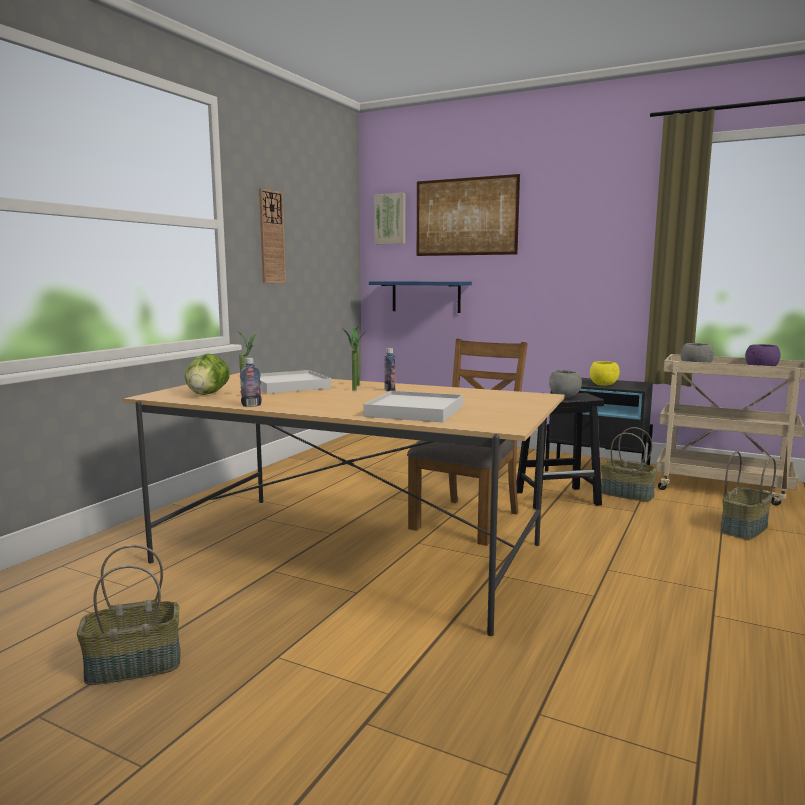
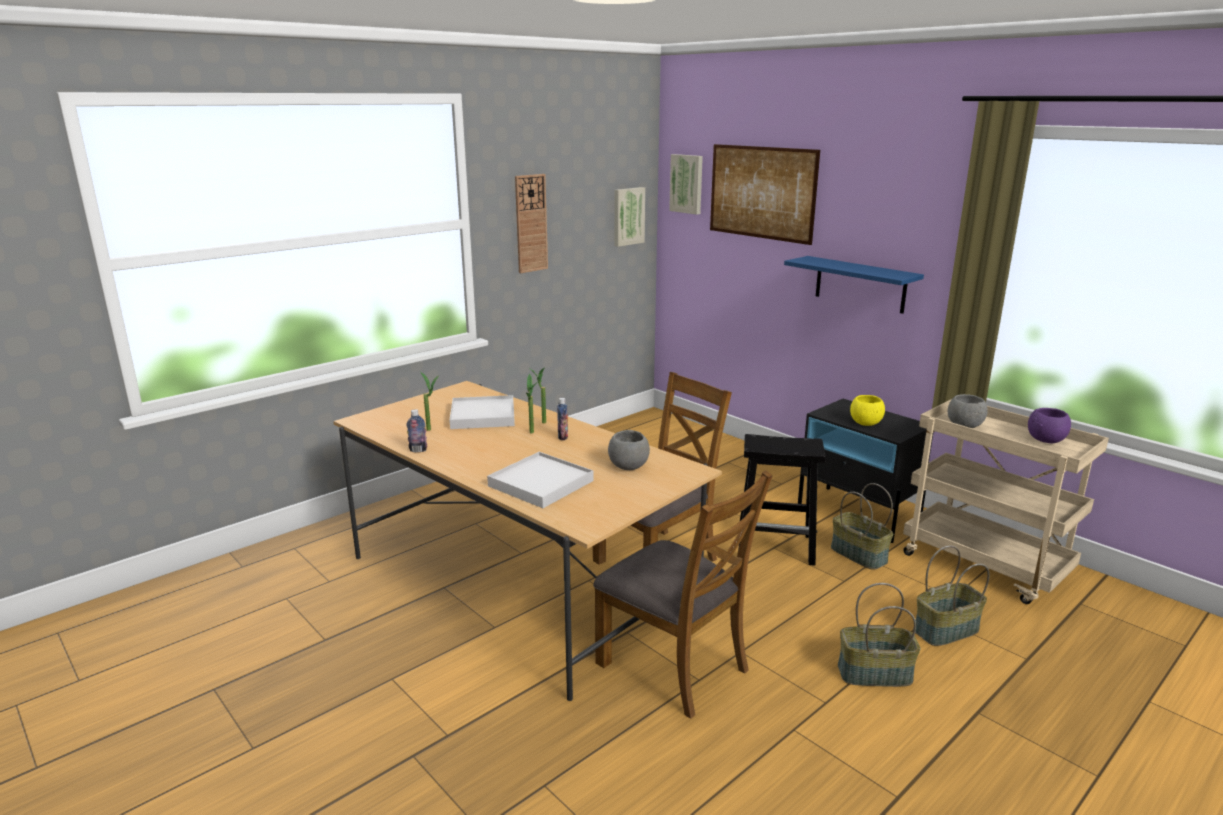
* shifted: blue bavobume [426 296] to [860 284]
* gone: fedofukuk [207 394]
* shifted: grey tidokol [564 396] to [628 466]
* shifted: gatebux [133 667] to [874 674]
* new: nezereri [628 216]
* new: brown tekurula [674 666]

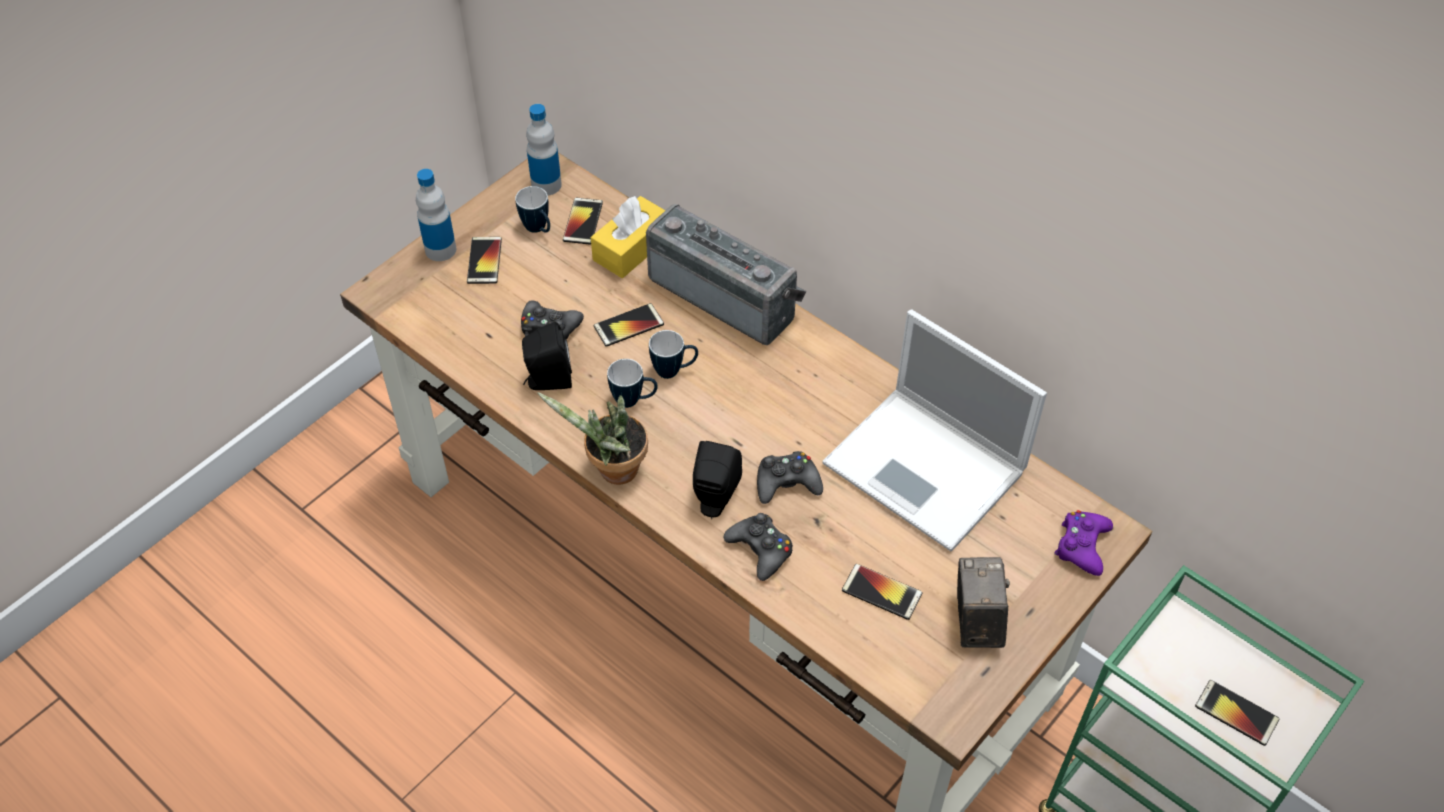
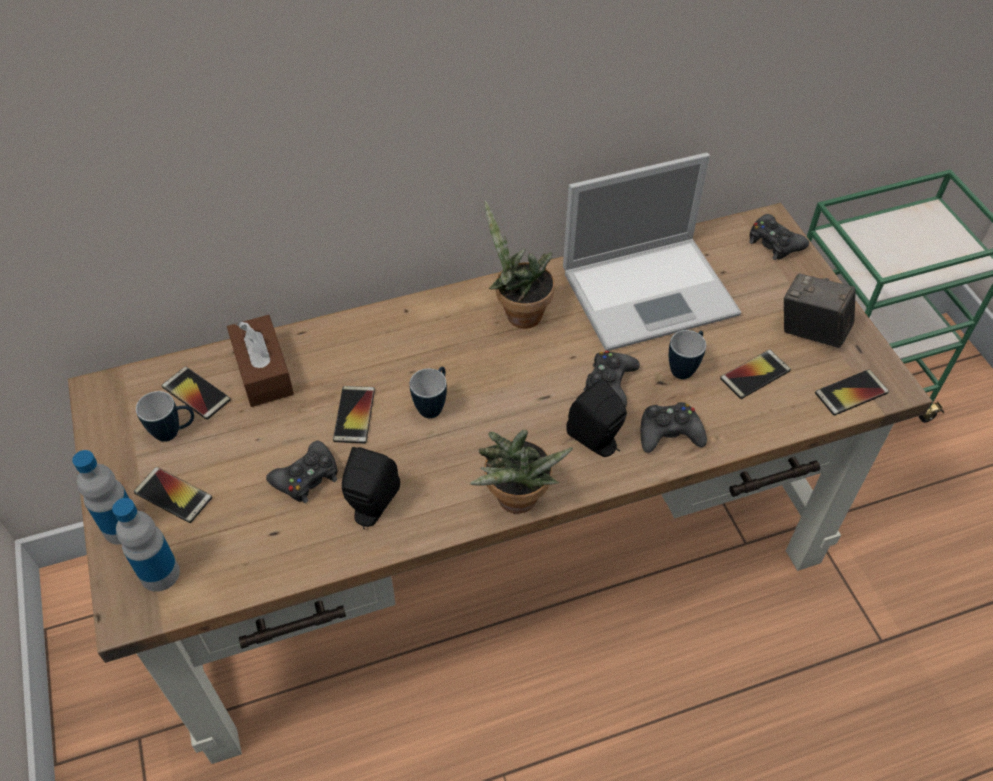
* shifted: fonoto [546 185] to [160 573]
* repainted: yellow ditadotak [632 248] to brown ditadotak [263 371]
* gone: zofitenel [726 295]
* shifted: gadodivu [634 401] to [685 367]
* repainted: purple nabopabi [1082 546] to black nabopabi [774 243]
* shifted: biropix [1236 713] to [851 393]
* new: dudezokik [518 314]

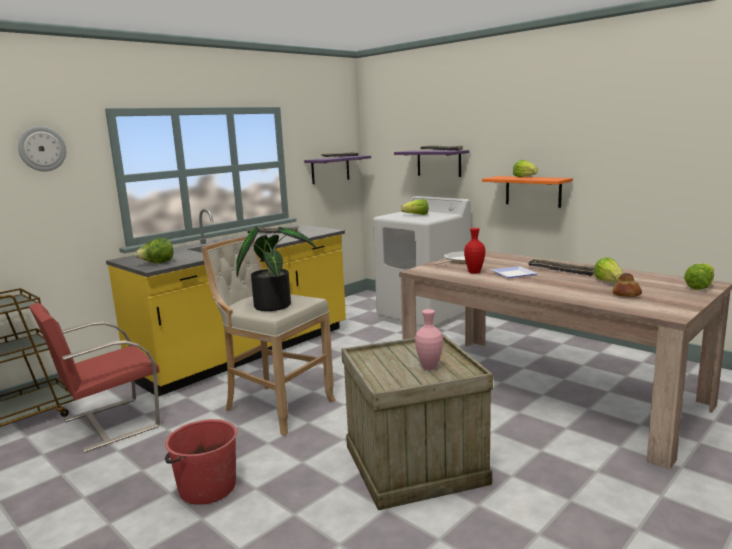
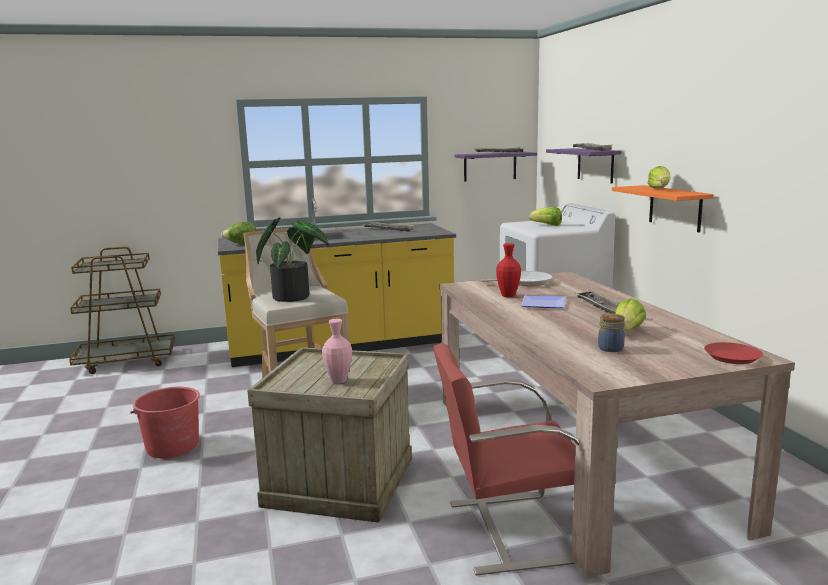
* gone: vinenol [42 149]
* swapped: fedofukuk [699 286] to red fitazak [731 357]
* swapped: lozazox [626 295] to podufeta [610 348]
* shifted: red tekurula [109 424] to [508 530]

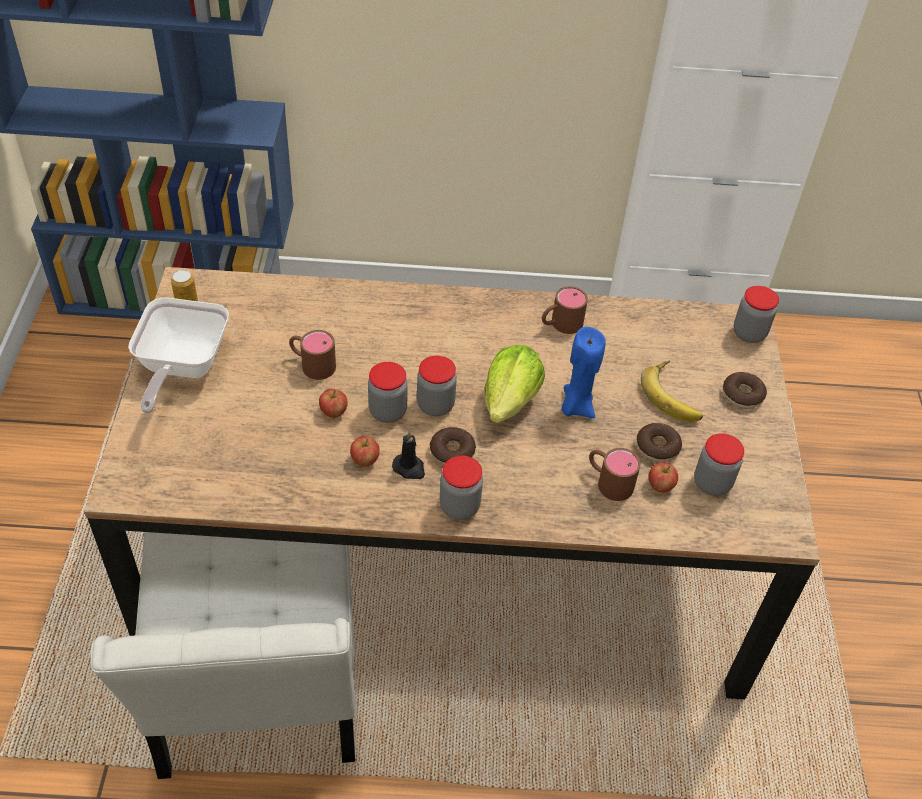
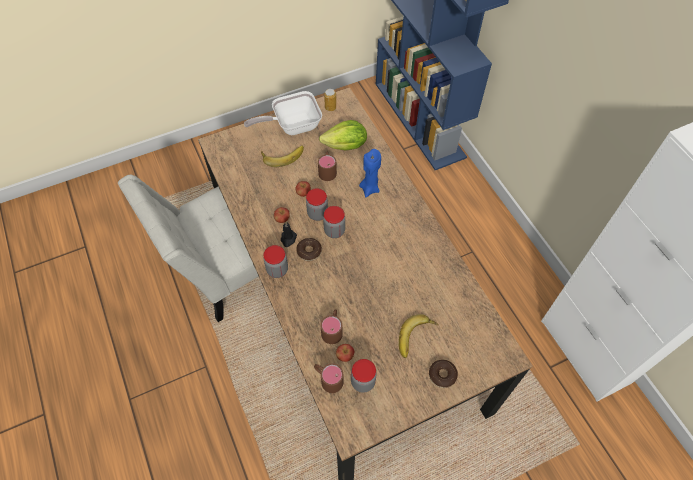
* shifted: brown gadodivu [560 324] to [328 379]
* gone: podufeta [749 333]
* shifted: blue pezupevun [576 407] to [369 188]
* shifted: fedofukuk [510 401] to [346 146]
* gone: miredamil [657 447]
* new: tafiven [282 155]

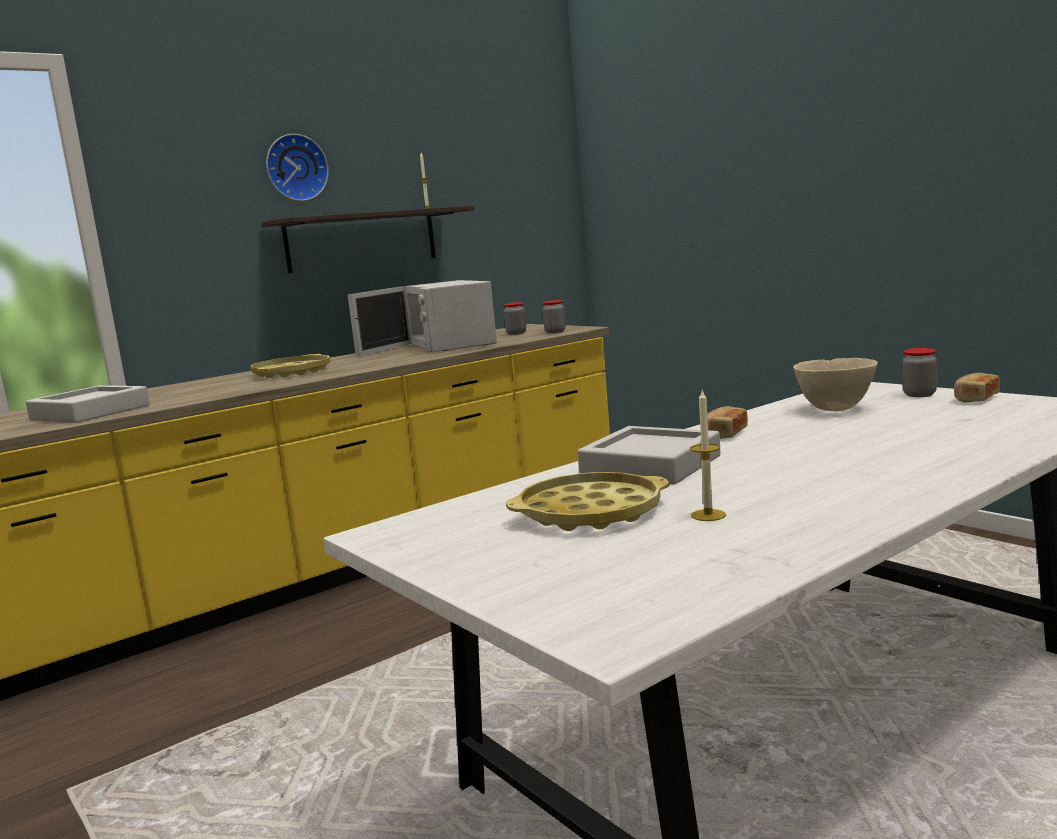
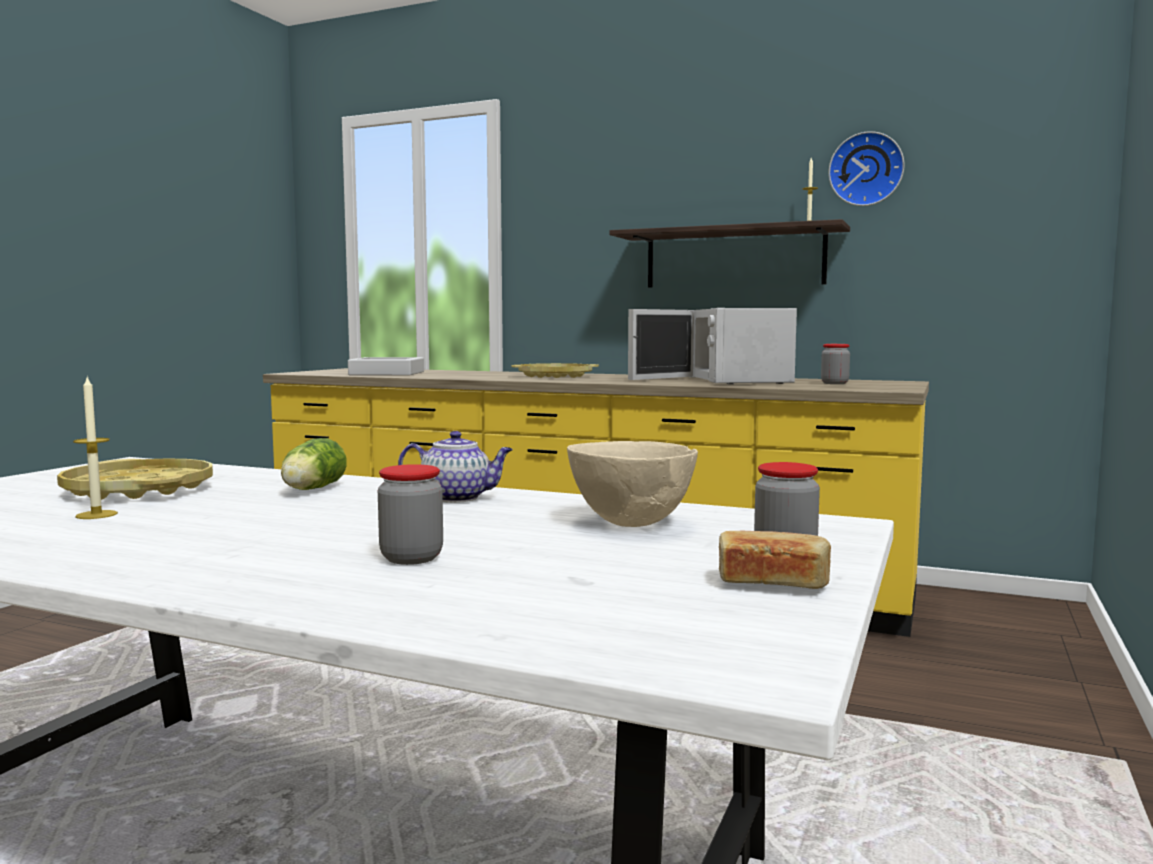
* shifted: vinenol [295 168] to [866 170]
* rotated: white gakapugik [444 345] = [731 380] 45 degrees counterclockwise
* shifted: podufeta [555 332] to [411 558]
* swapped: lozazox [724 434] to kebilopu [457 498]
* swapped: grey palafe [650 465] to fedofukuk [311 490]

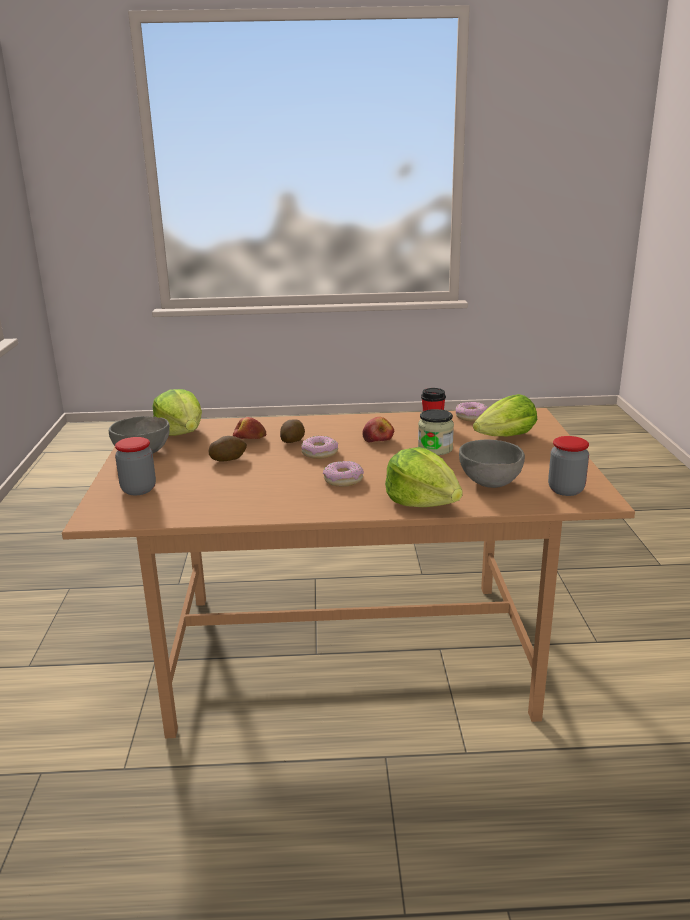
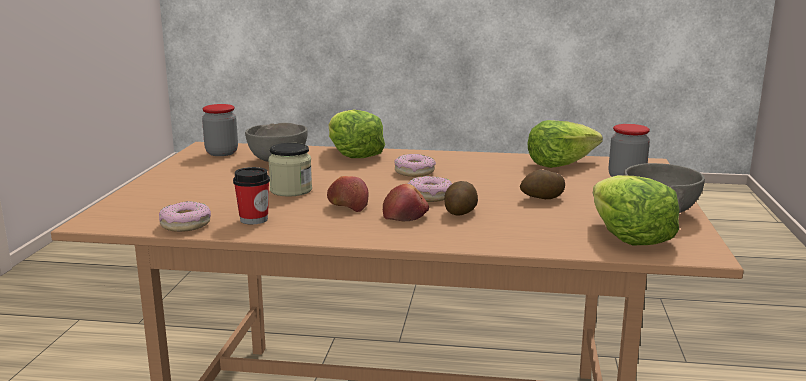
* shifted: fedofukuk [505 437] to [560 163]
* shifted: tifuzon [249 439] to [406 215]

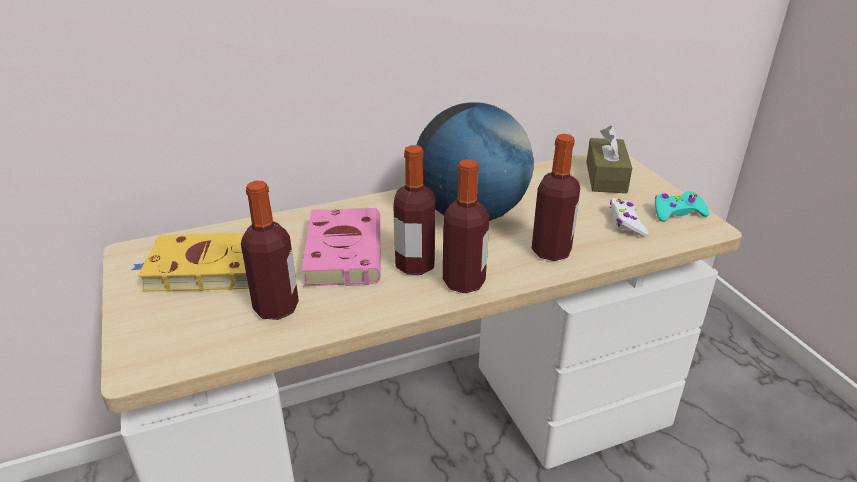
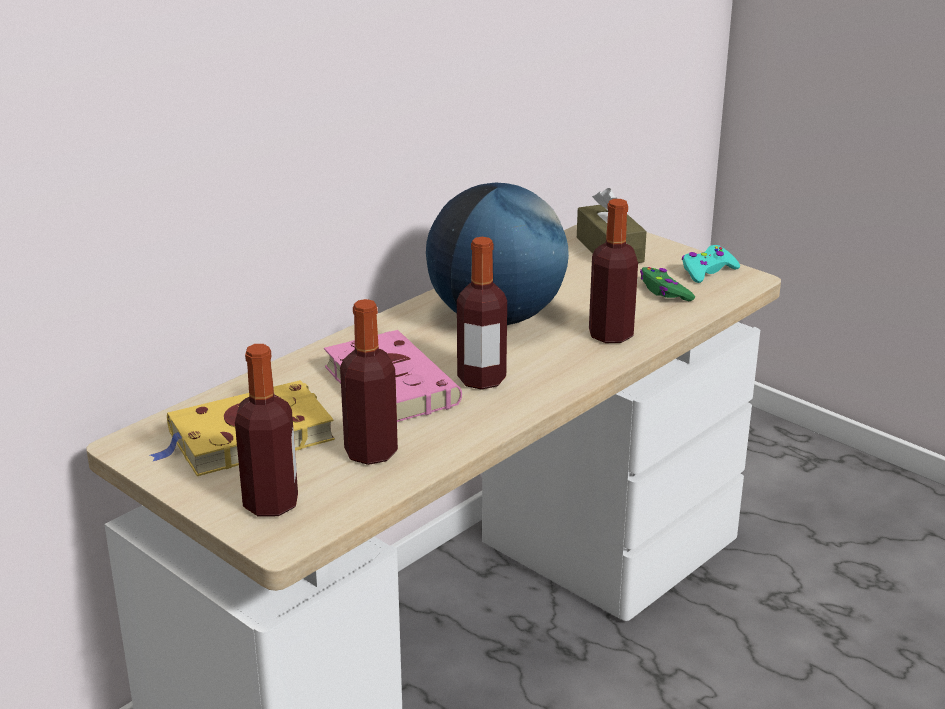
* shifted: fonoto [464 282] to [271 503]
* repainted: white nabopabi [626 223] to green nabopabi [664 291]

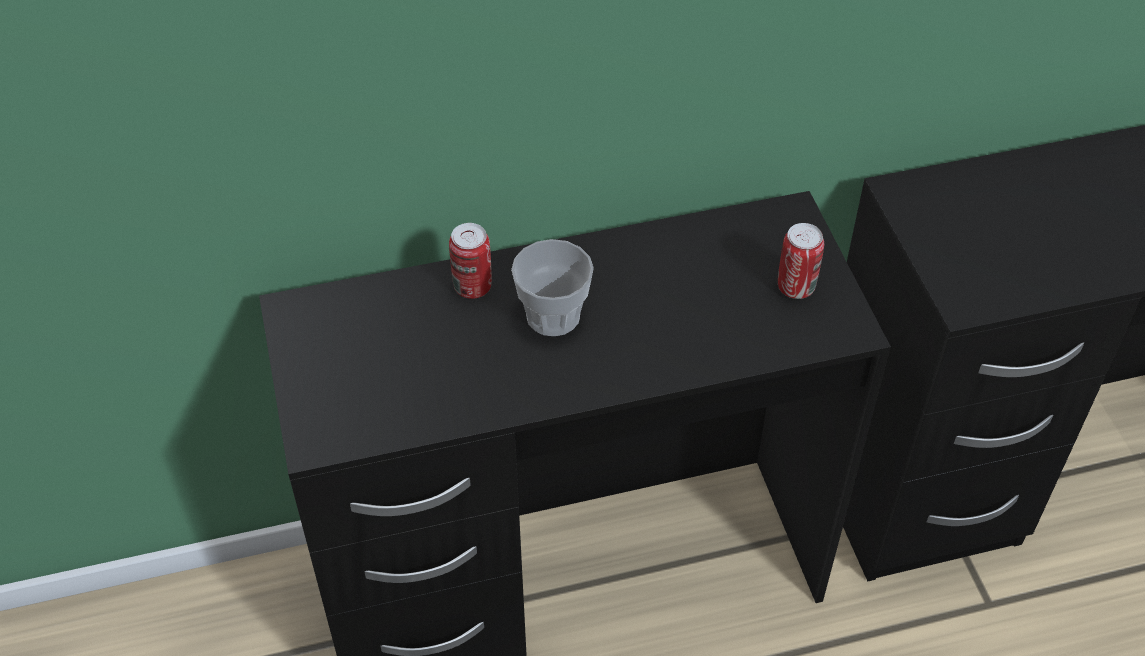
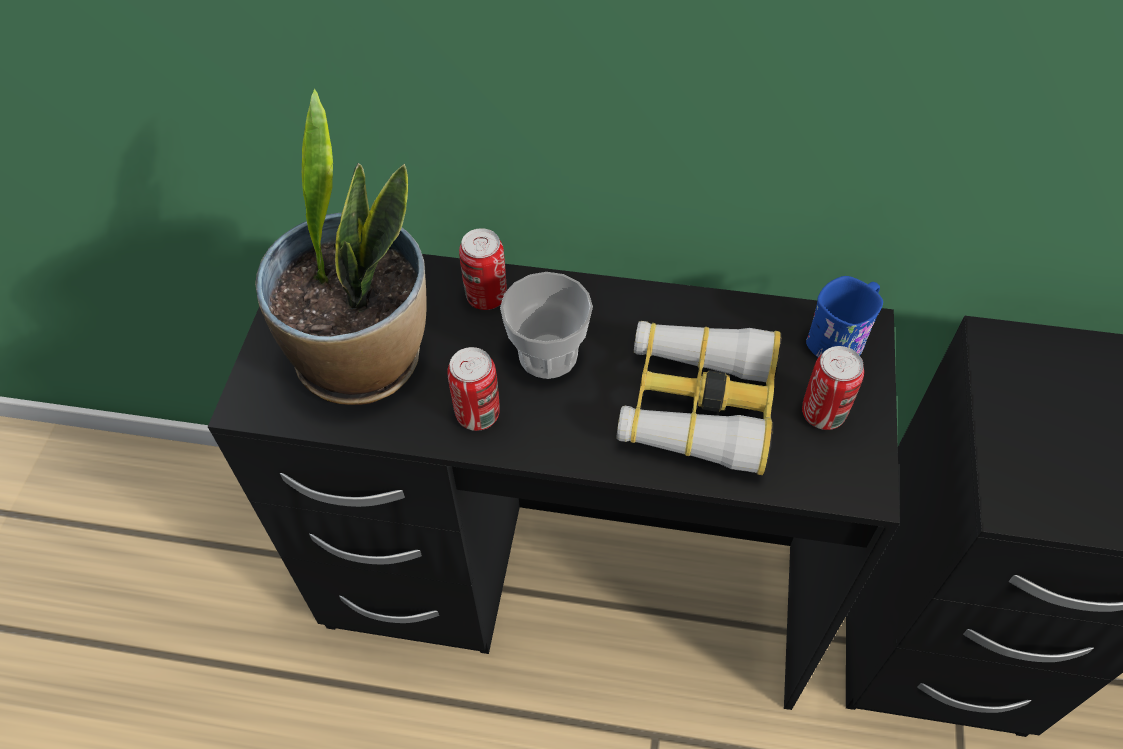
* new: dudezokik [364 359]
* new: blue gadodivu [841 338]
* new: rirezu [697 405]
* new: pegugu [477 414]

